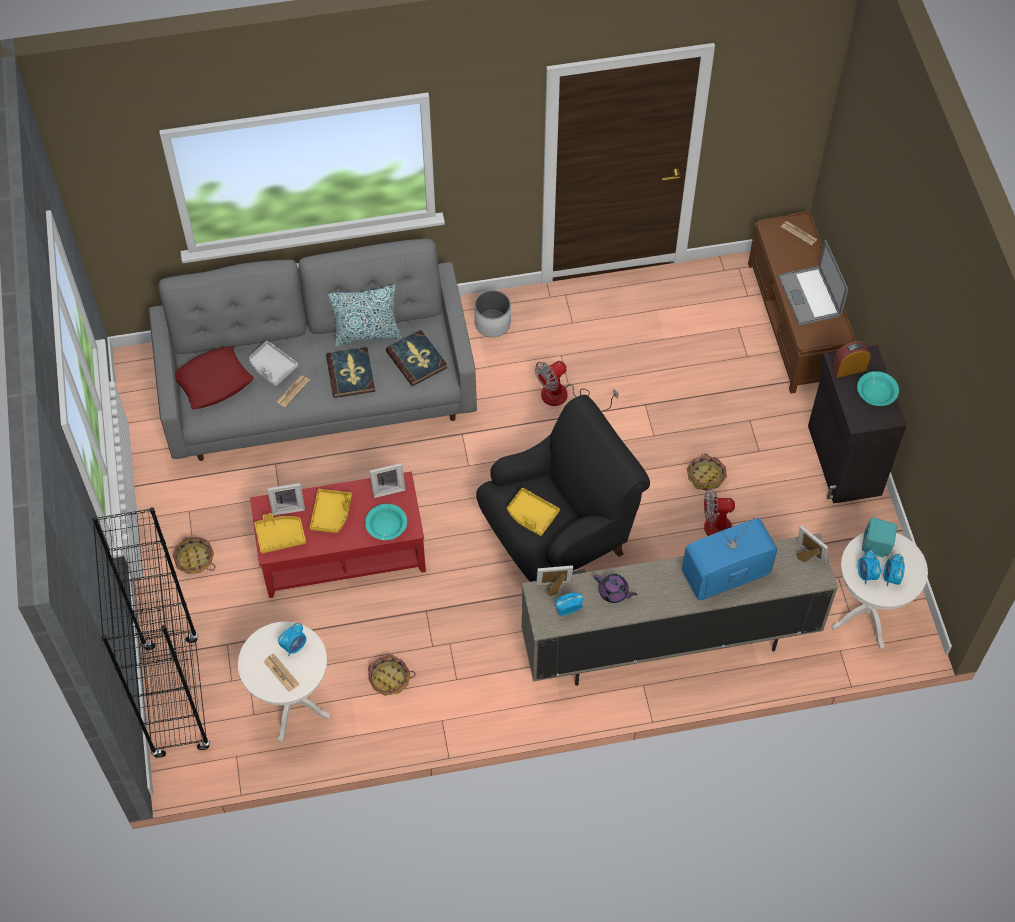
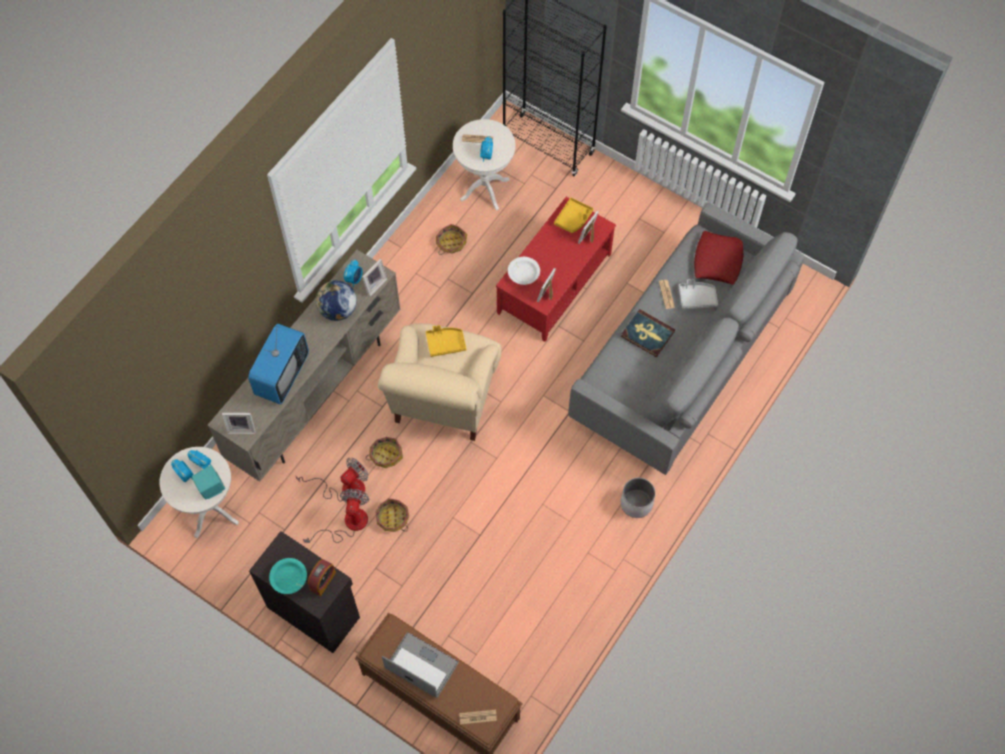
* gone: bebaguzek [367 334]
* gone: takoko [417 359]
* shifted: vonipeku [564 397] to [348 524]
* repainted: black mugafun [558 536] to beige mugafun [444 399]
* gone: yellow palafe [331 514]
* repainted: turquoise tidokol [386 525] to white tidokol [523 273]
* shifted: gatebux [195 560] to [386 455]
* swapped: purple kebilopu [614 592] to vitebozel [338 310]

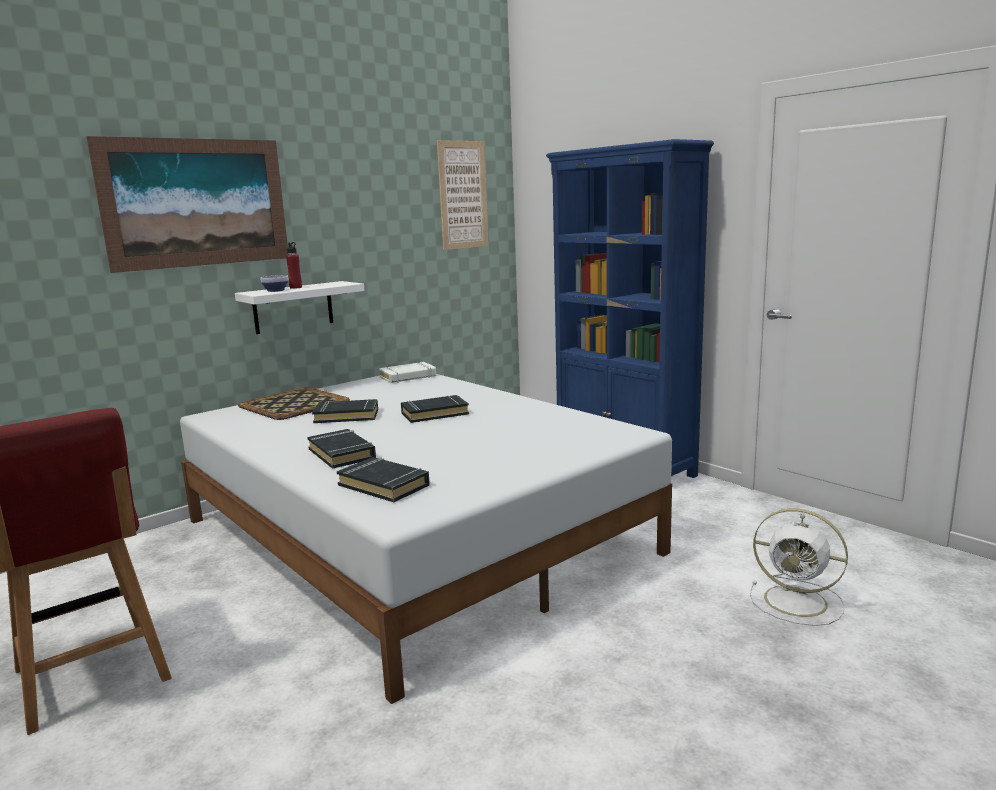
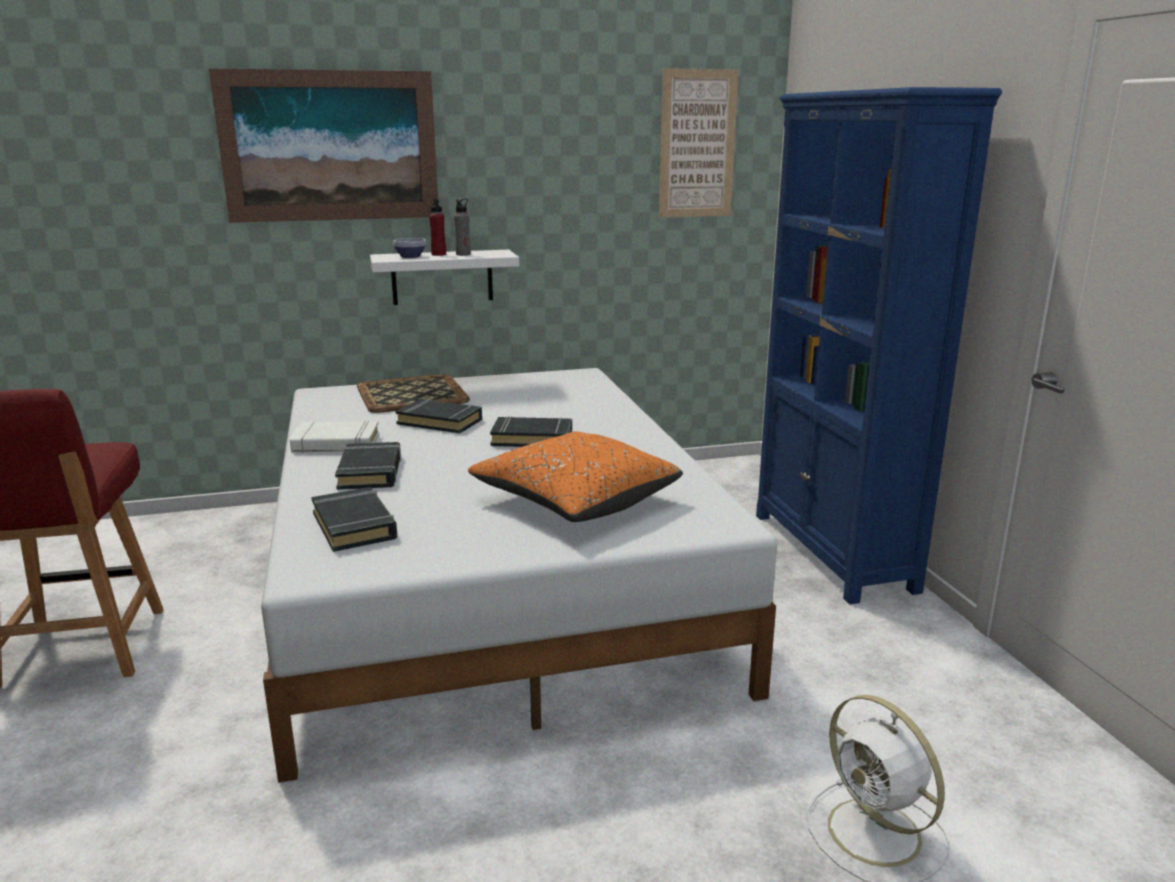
* shifted: white takoko [408 377] to [336 444]
* new: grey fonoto [463 254]
* new: orange bebaguzek [575 500]

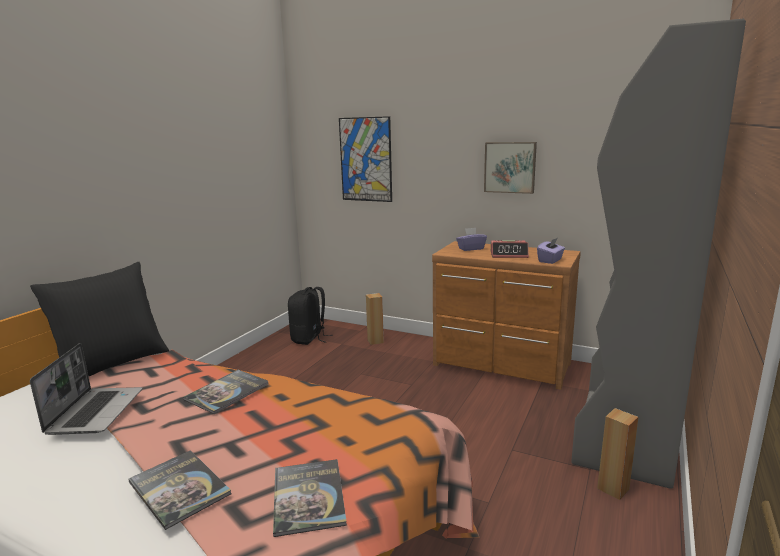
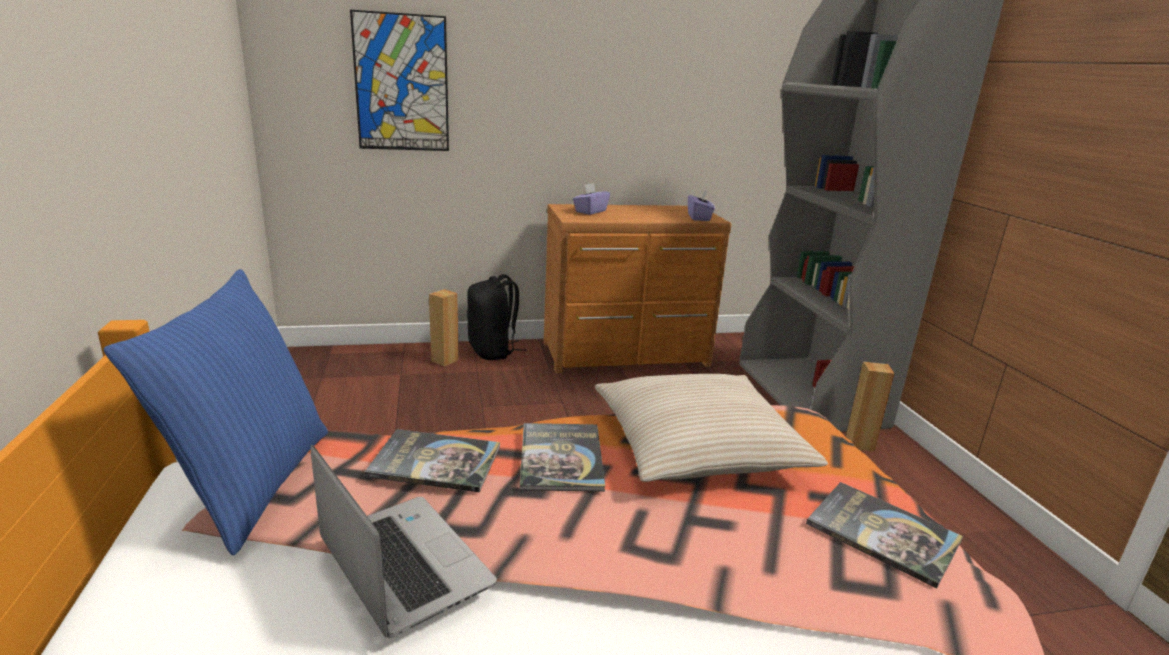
* gone: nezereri [510 167]
* gone: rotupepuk [509 254]
* repainted: black bebaguzek [112 364] to blue bebaguzek [251 484]
* shifted: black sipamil [309 338] to [493 351]
* shifted: takoko [179 488] to [435 461]
* new: beige bebaguzek [697 445]

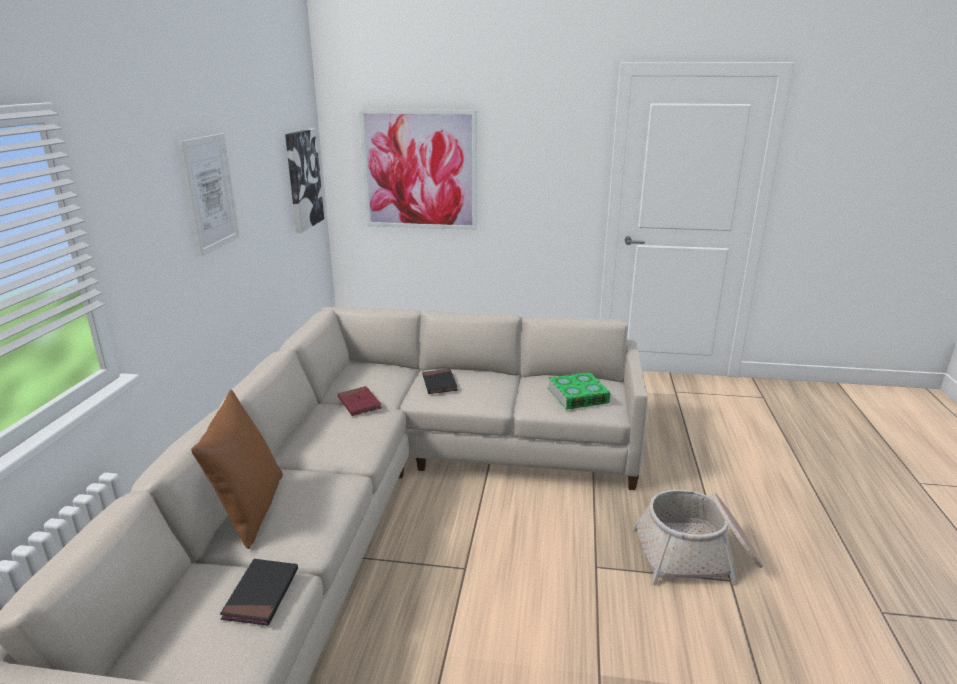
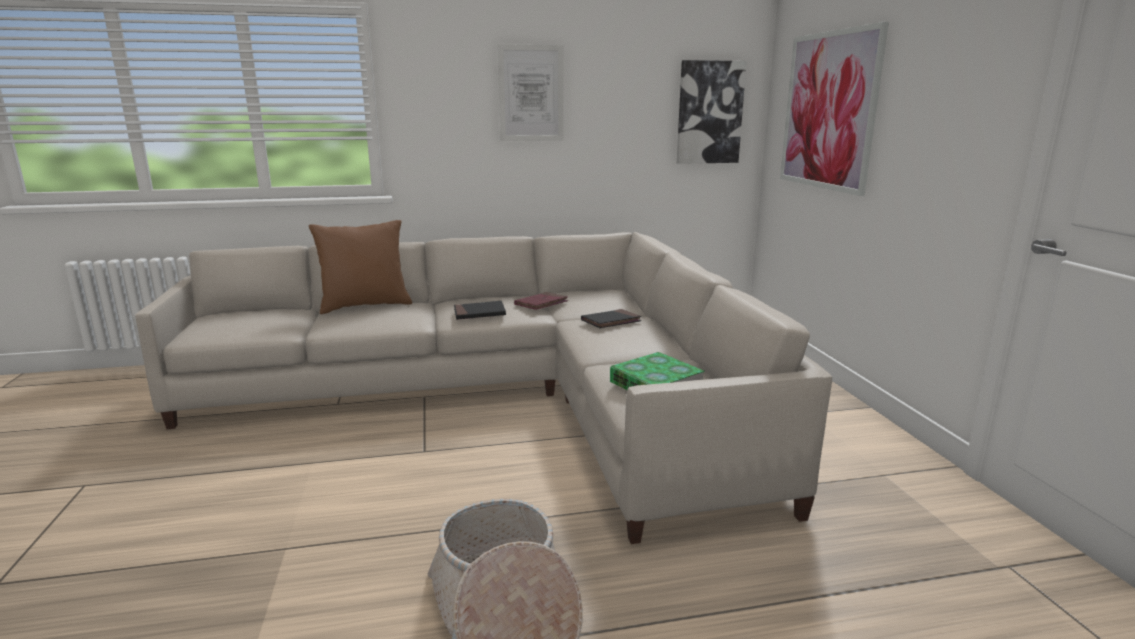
* shifted: black takoko [261 594] to [479 313]

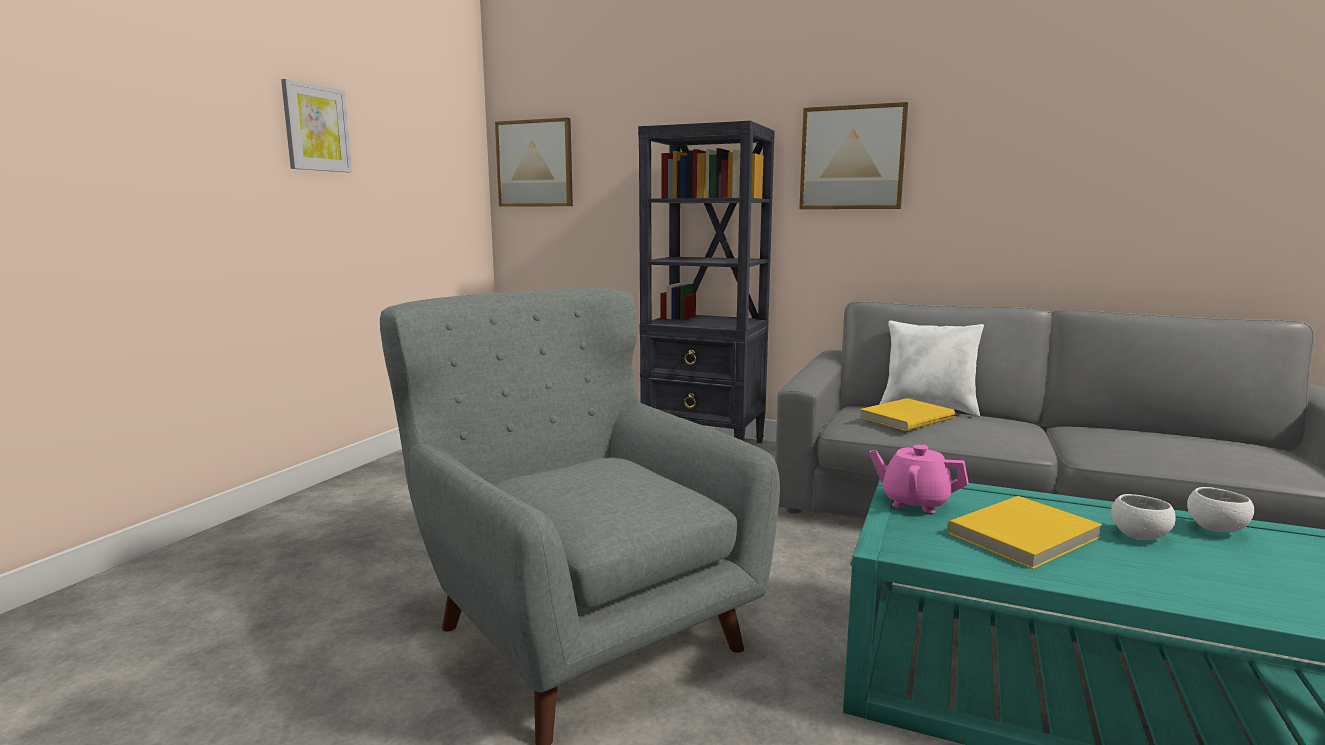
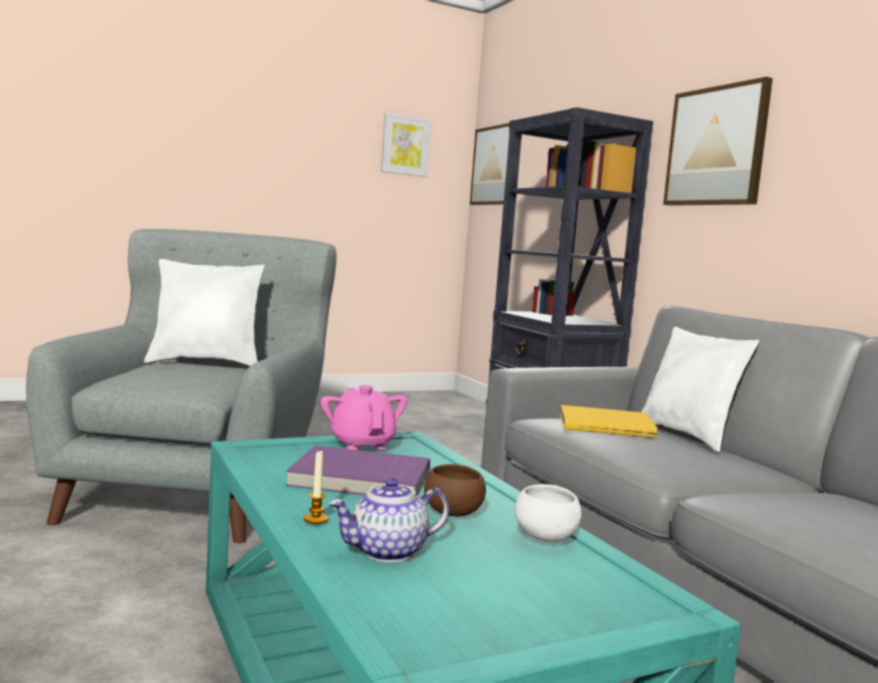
* shifted: nezereri [316 128] to [405 145]
* repainted: white tidokol [1139 536] to brown tidokol [452 513]
* repainted: yellow takoko [1025 536] to purple takoko [360 479]
* new: white bebaguzek [206 363]
* new: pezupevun [316 519]
* new: kebilopu [387 552]

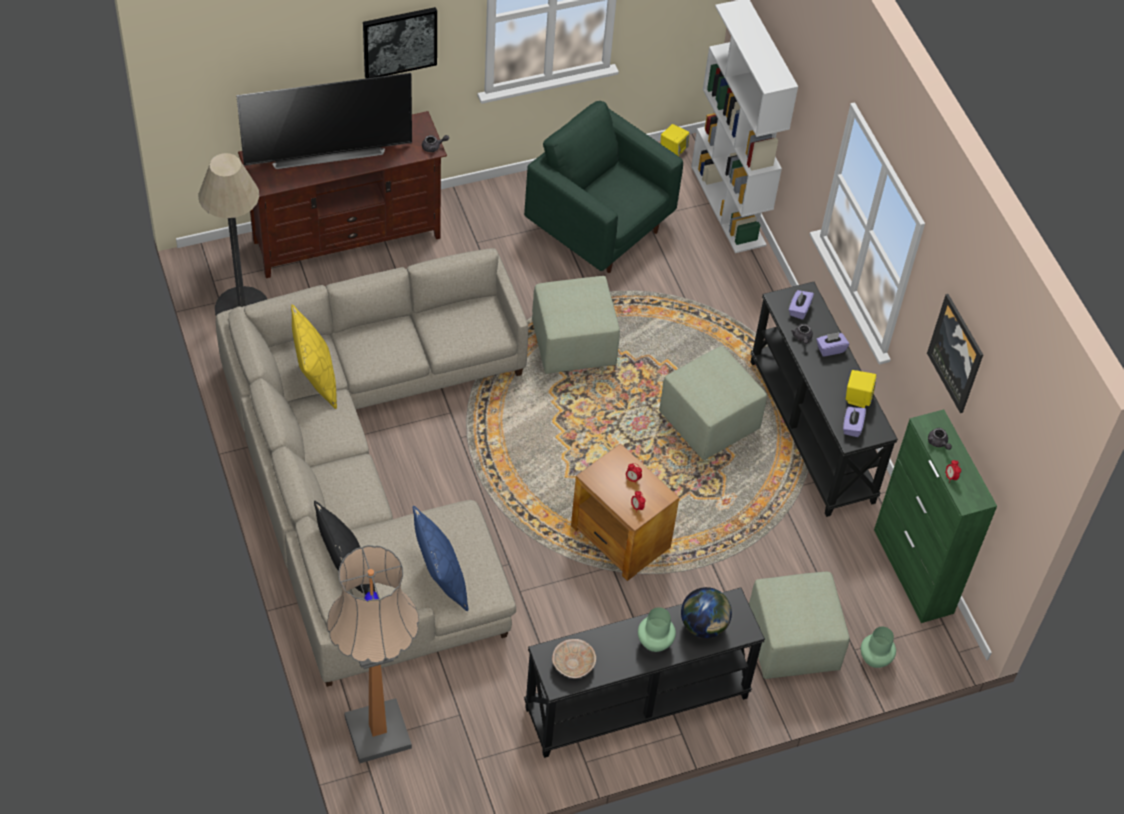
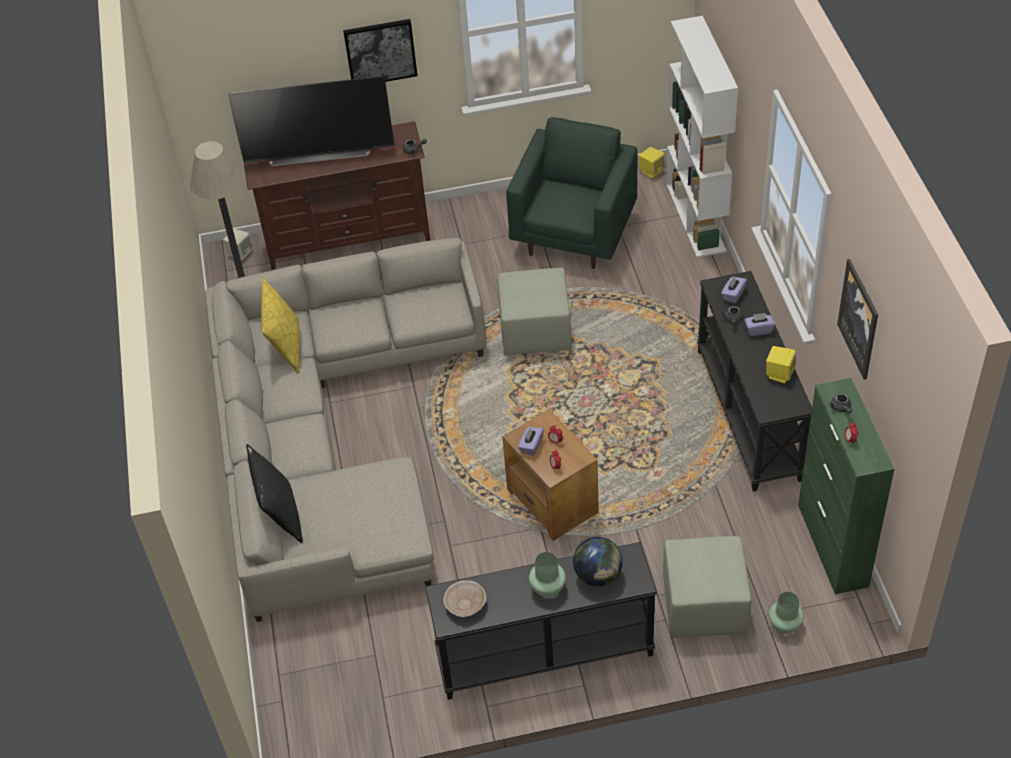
* rotated: green mugafun [599 228] = [574 234] 60 degrees clockwise
* gone: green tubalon [710 422]
* shifted: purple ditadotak [852 426] to [531 446]
* gone: blue bebaguzek [440 578]
* gone: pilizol [377 732]
* new: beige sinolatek [240 253]

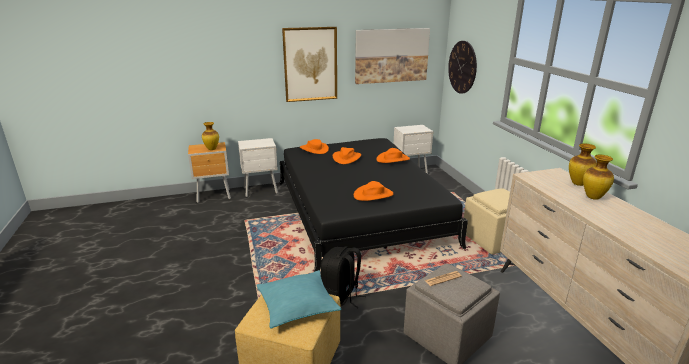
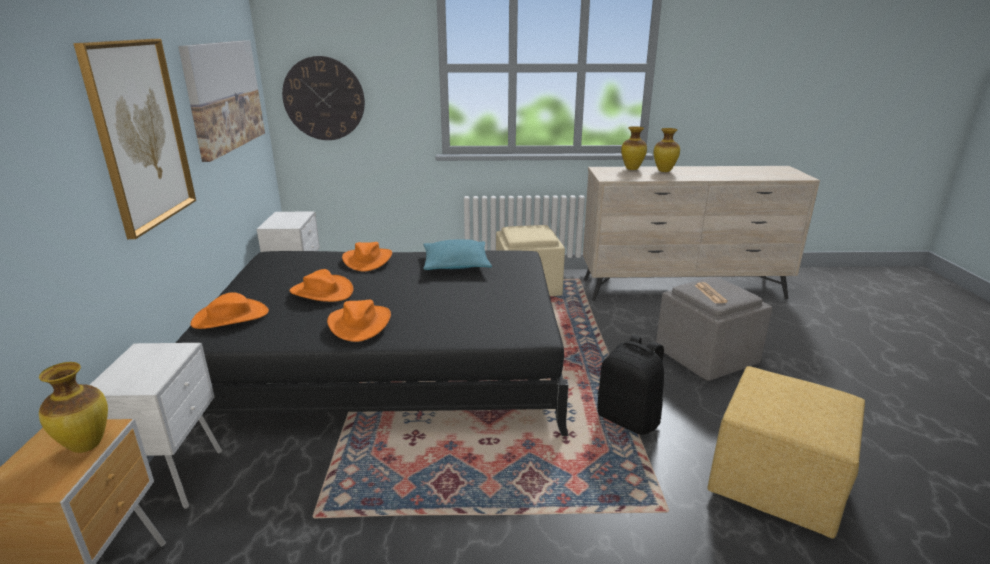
* shifted: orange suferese [373 195] to [359 323]
* shifted: turquoise bebaguzek [297 305] to [456 264]

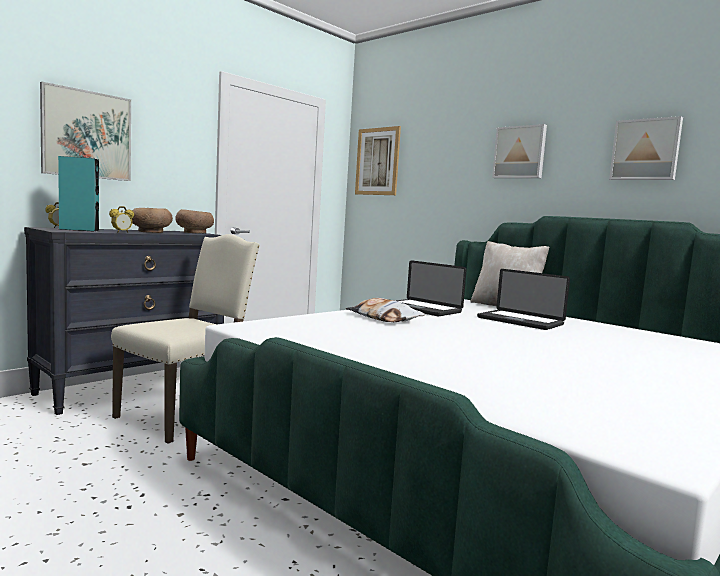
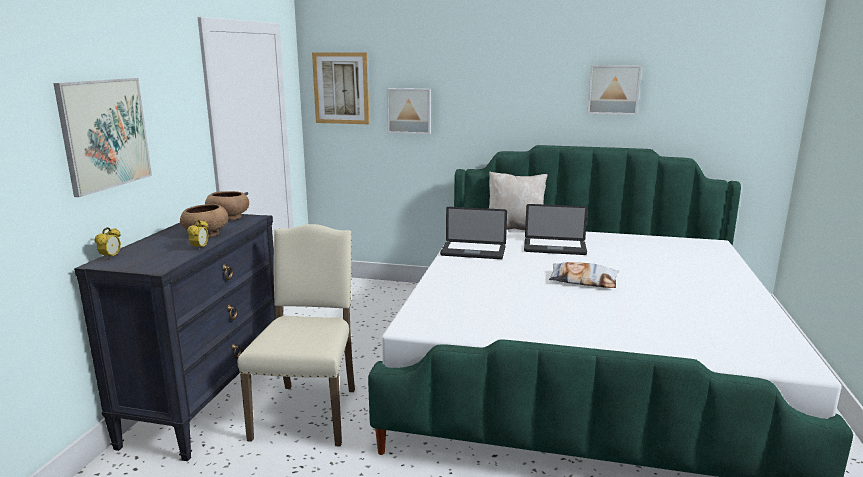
* shifted: nezereri [520 152] to [409 110]
* gone: turquoise sinolatek [79 230]
* shifted: bebaguzek [384 318] to [583 281]

